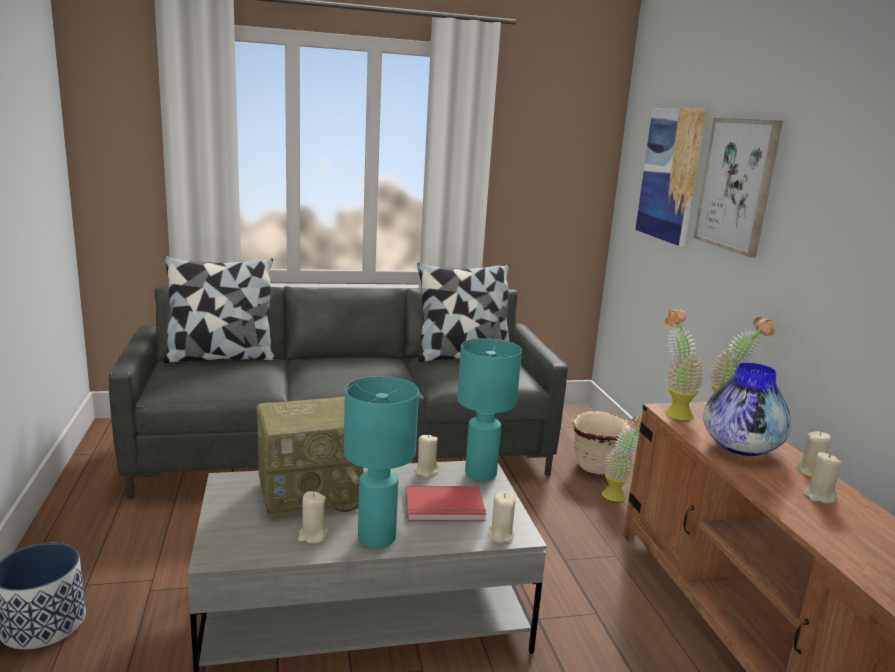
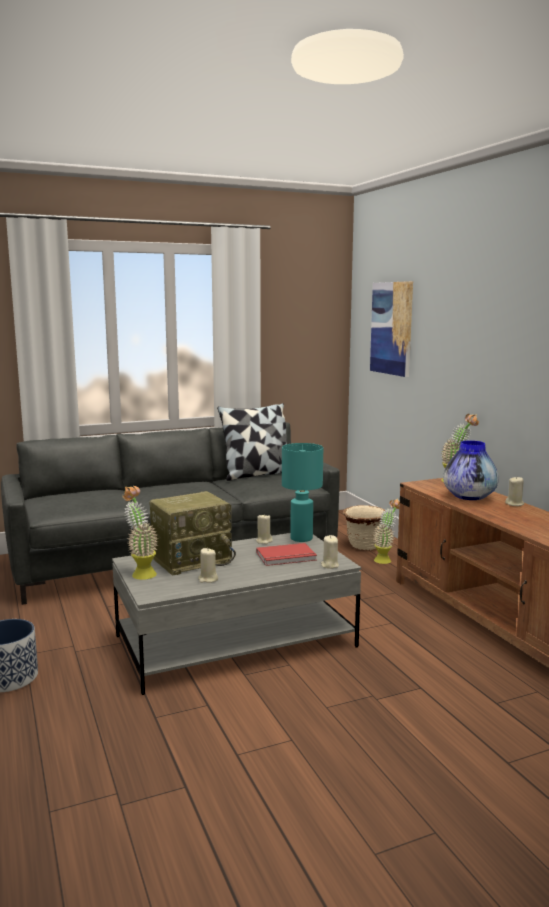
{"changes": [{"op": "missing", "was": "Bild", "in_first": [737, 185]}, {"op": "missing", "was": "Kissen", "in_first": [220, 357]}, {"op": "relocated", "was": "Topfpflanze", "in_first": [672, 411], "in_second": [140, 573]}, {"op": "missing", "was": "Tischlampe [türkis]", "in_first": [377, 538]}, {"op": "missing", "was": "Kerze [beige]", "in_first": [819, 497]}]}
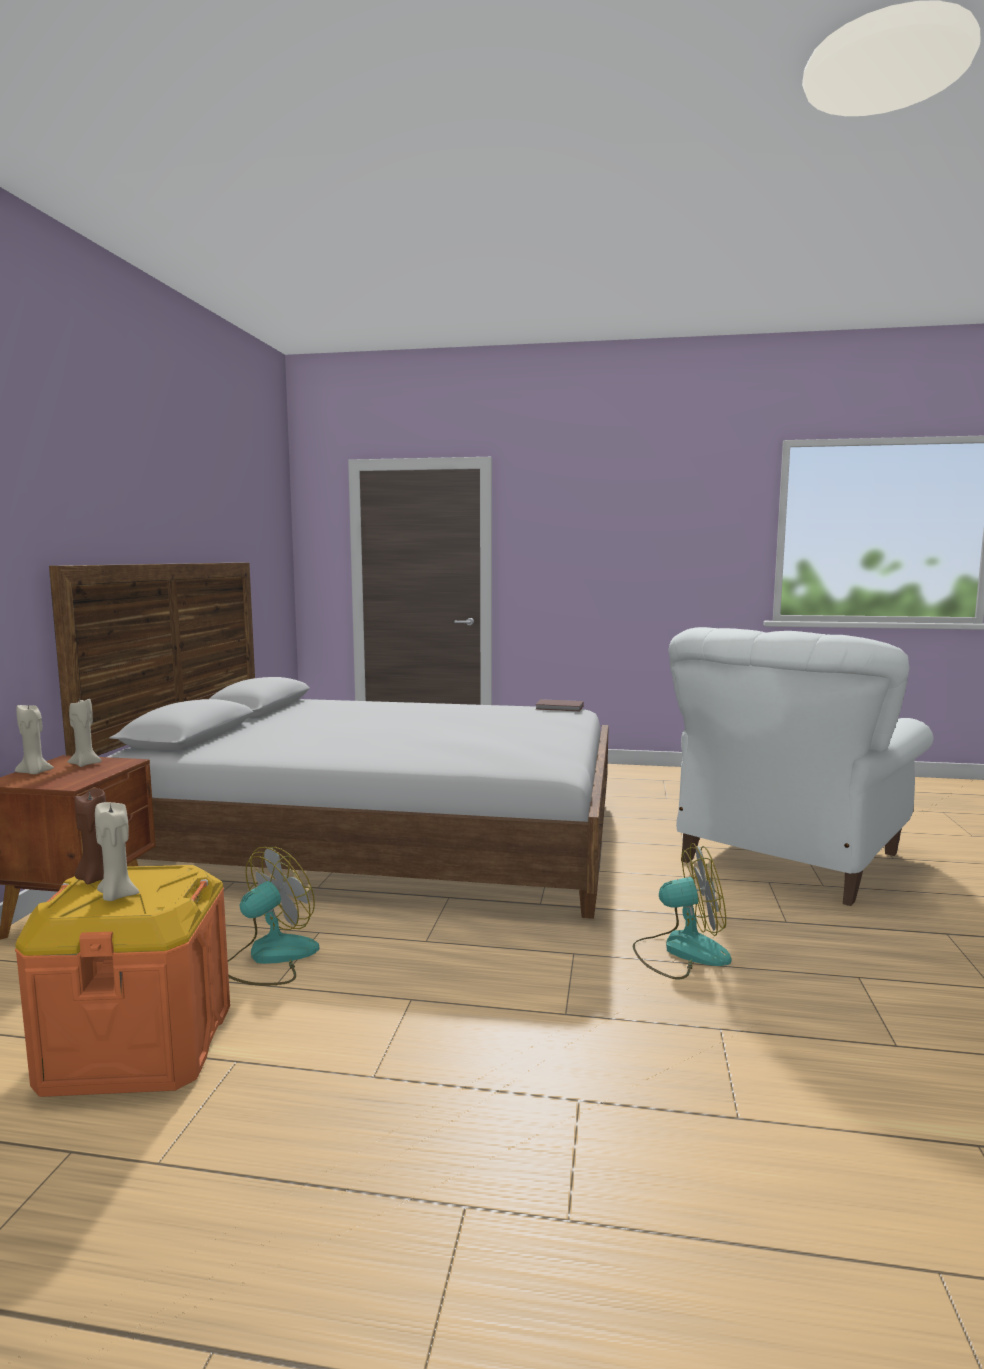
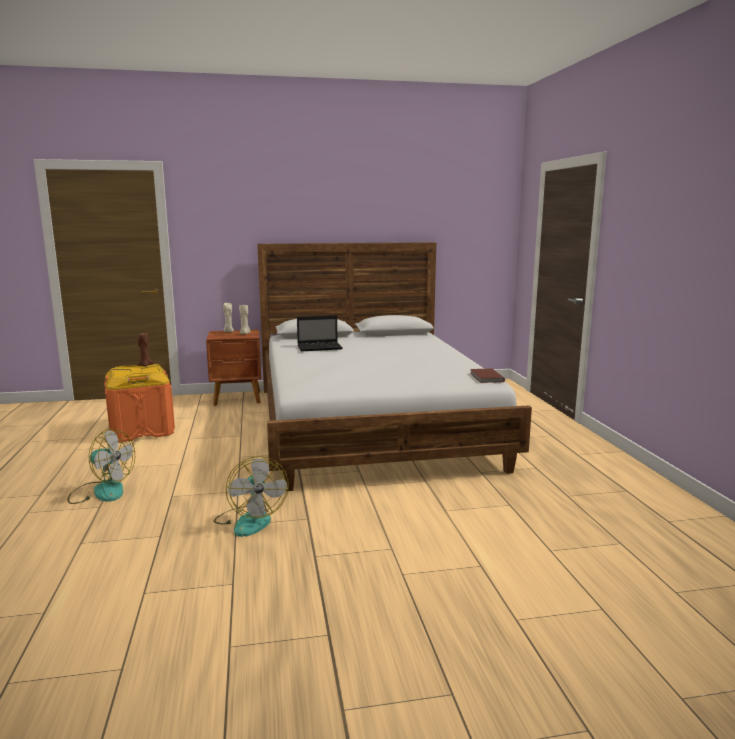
{"changes": [{"op": "missing", "was": "Sessel [weiß]", "in_first": [787, 859]}, {"op": "missing", "was": "Kerze [beige]", "in_first": [116, 896]}, {"op": "relocated", "was": "Ventilator", "in_first": [270, 958], "in_second": [101, 491]}, {"op": "appeared", "now": "Laptop", "in_second": [320, 347]}]}
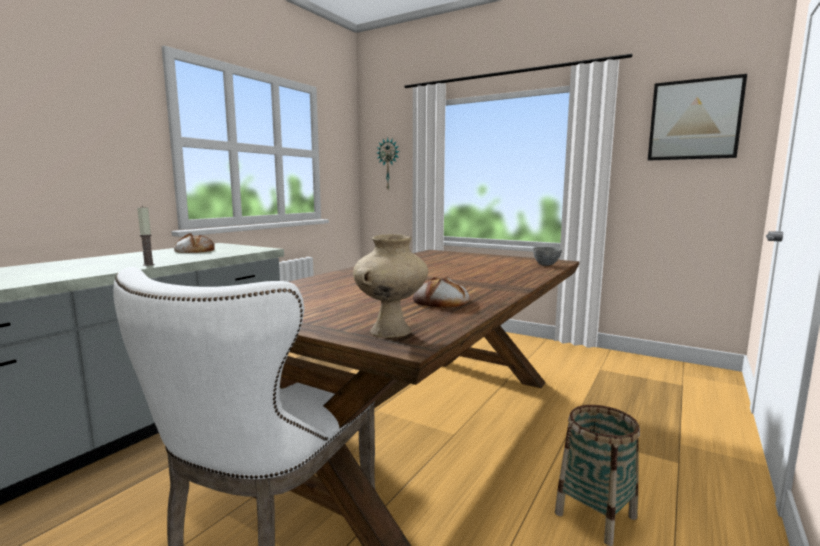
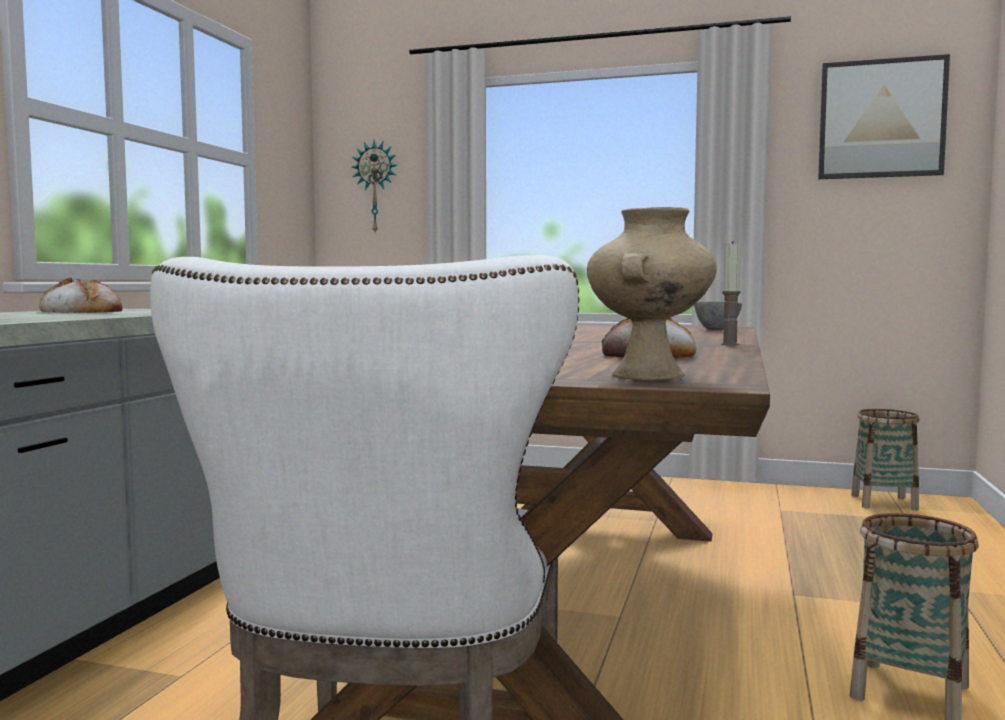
{"changes": [{"op": "relocated", "was": "Kerze", "in_first": [148, 264], "in_second": [729, 344]}, {"op": "appeared", "now": "Korb", "in_second": [884, 502]}]}
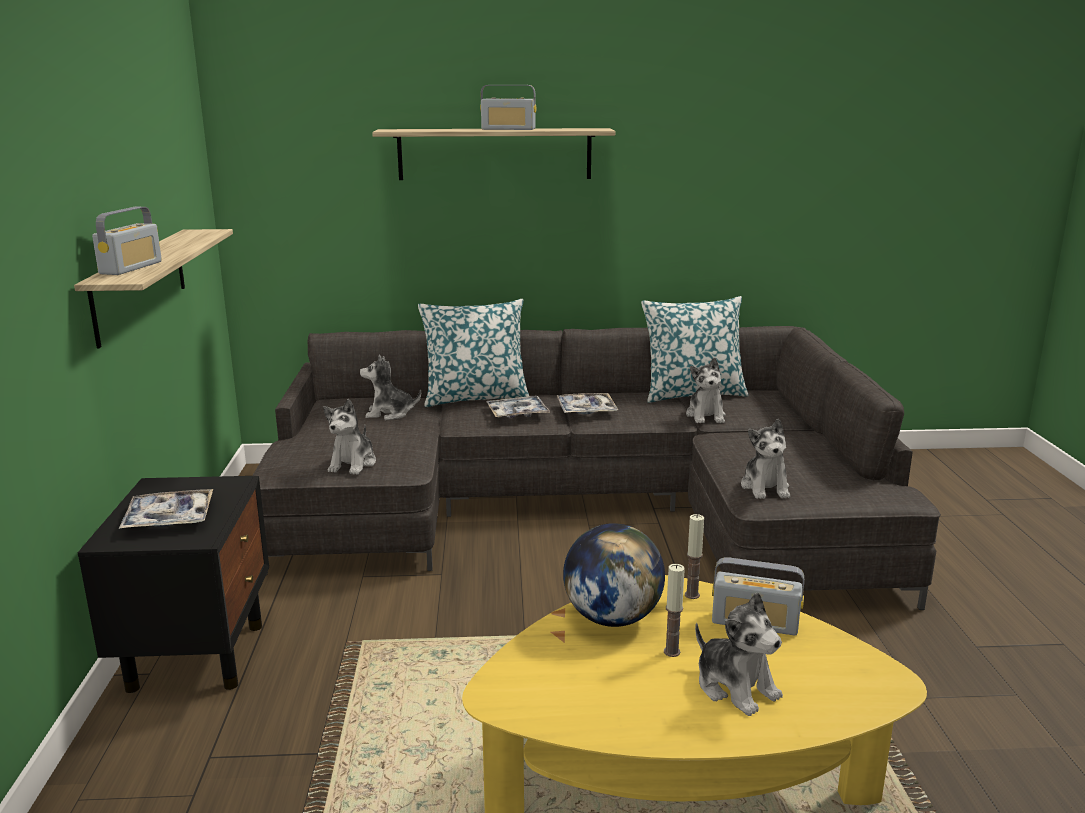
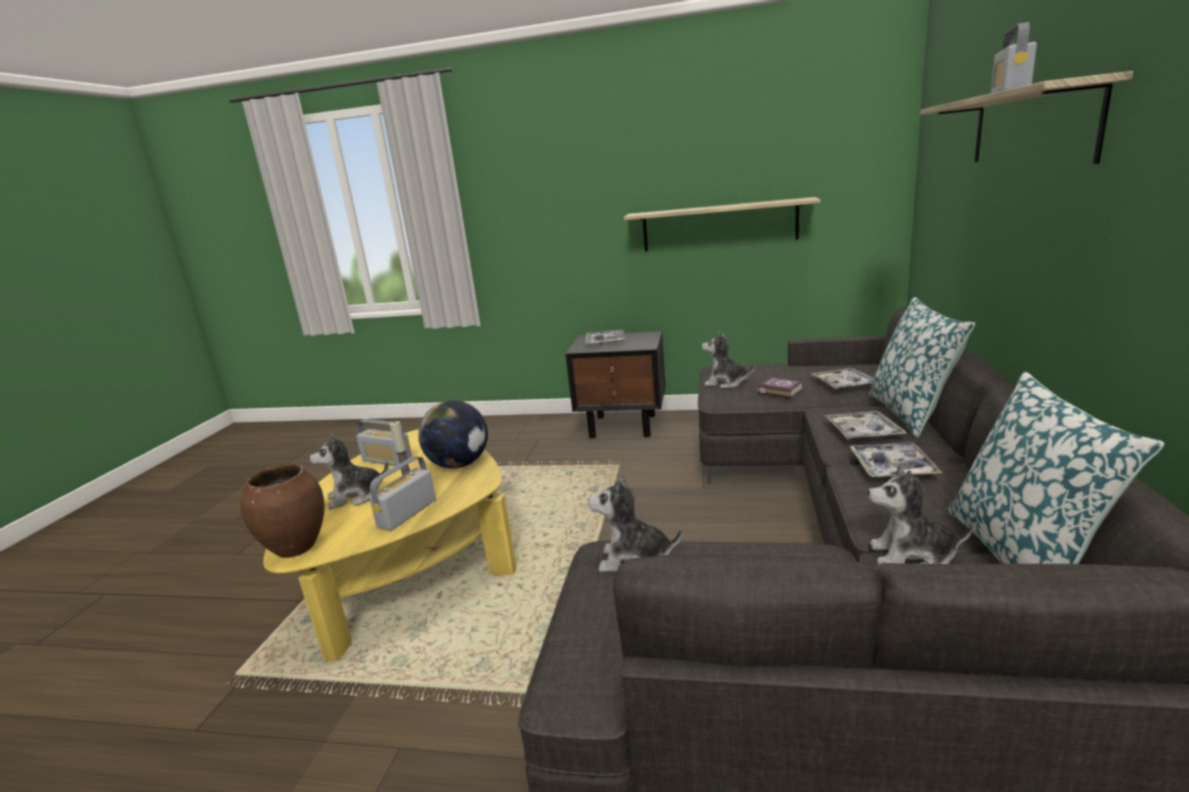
{"changes": [{"op": "relocated", "was": "Radio", "in_first": [131, 268], "in_second": [387, 460]}, {"op": "exchanged", "was": "Plüschtier", "now": "Tablett", "in_first": [389, 413], "in_second": [844, 384]}, {"op": "missing", "was": "Kerze", "in_first": [692, 595]}, {"op": "appeared", "now": "Buch", "in_second": [779, 391]}, {"op": "appeared", "now": "Vase [braun]", "in_second": [296, 547]}]}
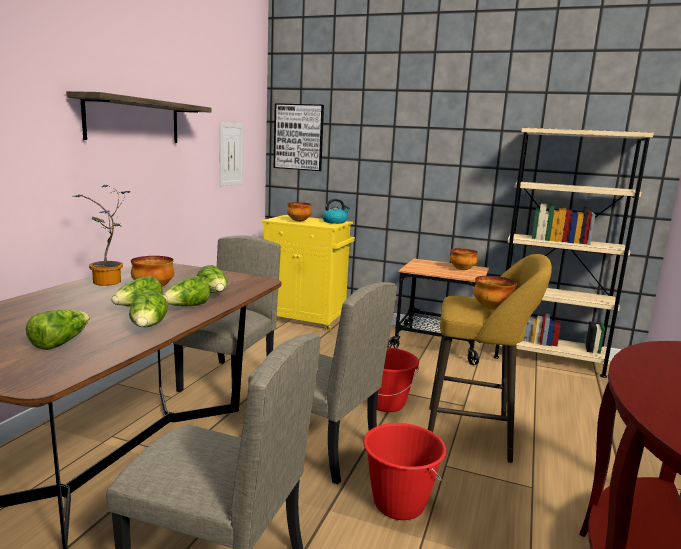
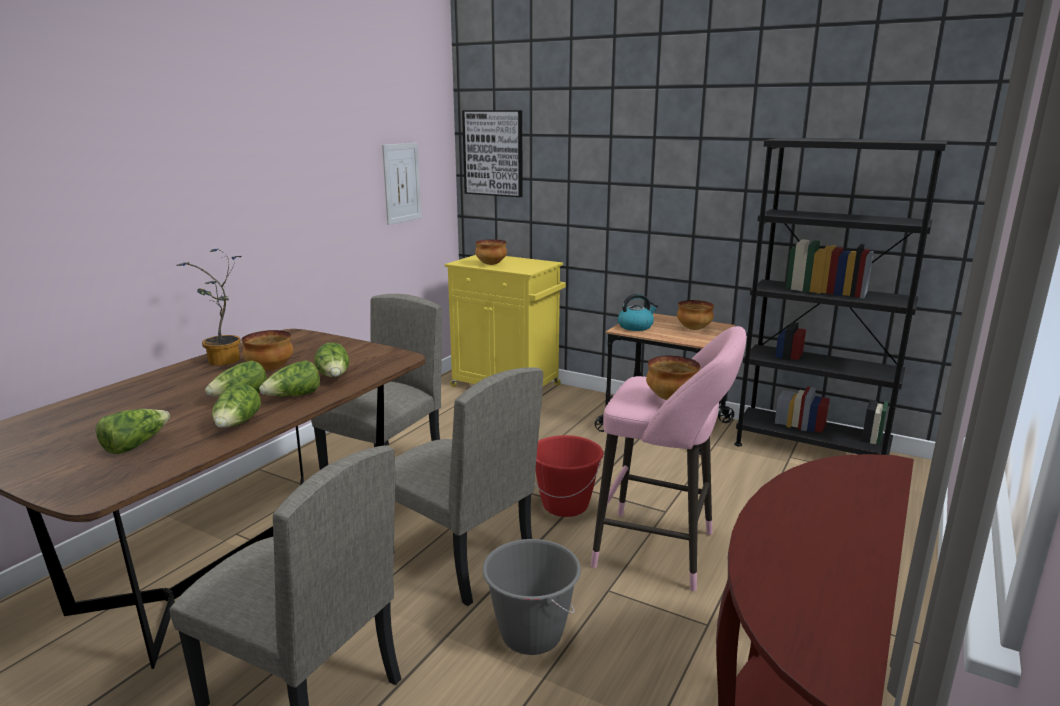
{"changes": [{"op": "missing", "was": "Wandregal", "in_first": [134, 121]}, {"op": "colour", "was": "Bücherregal [beige]", "now": "Bücherregal [schwarz]", "in_first": [547, 359], "in_second": [810, 448]}, {"op": "relocated", "was": "Wasserkessel", "in_first": [335, 222], "in_second": [636, 326]}, {"op": "colour", "was": "Hocker [gelb]", "now": "Hocker [rosa]", "in_first": [474, 434], "in_second": [662, 551]}, {"op": "colour", "was": "Eimer [rot]", "now": "Eimer [grau]", "in_first": [398, 504], "in_second": [531, 634]}]}
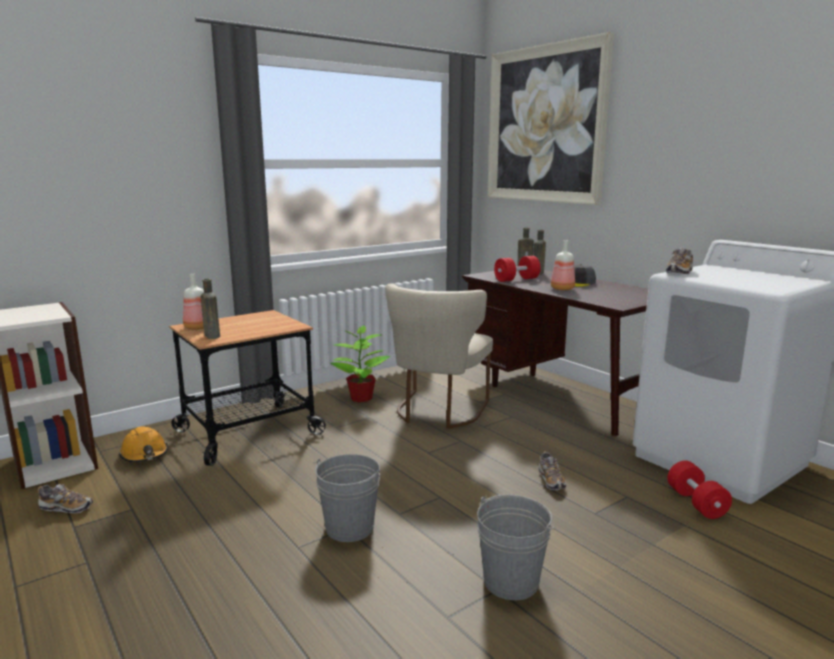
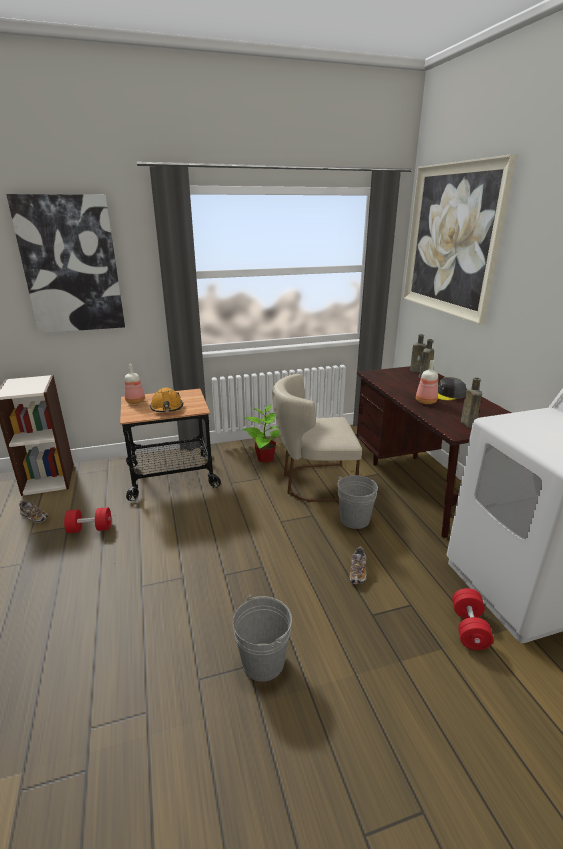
{"changes": [{"op": "missing", "was": "Schuh", "in_first": [679, 272]}, {"op": "relocated", "was": "Hantel [rot]", "in_first": [516, 280], "in_second": [90, 529]}, {"op": "relocated", "was": "Flasche [braun]", "in_first": [211, 335], "in_second": [467, 423]}, {"op": "spun", "was": "Stuhl [beige]", "in_first": [438, 412], "in_second": [313, 482], "clockwise": 45}, {"op": "relocated", "was": "Schutzhelm [orange]", "in_first": [144, 454], "in_second": [167, 408]}, {"op": "relocated", "was": "Eimer [grau]", "in_first": [349, 528], "in_second": [354, 519]}, {"op": "appeared", "now": "Bild", "in_second": [71, 265]}]}
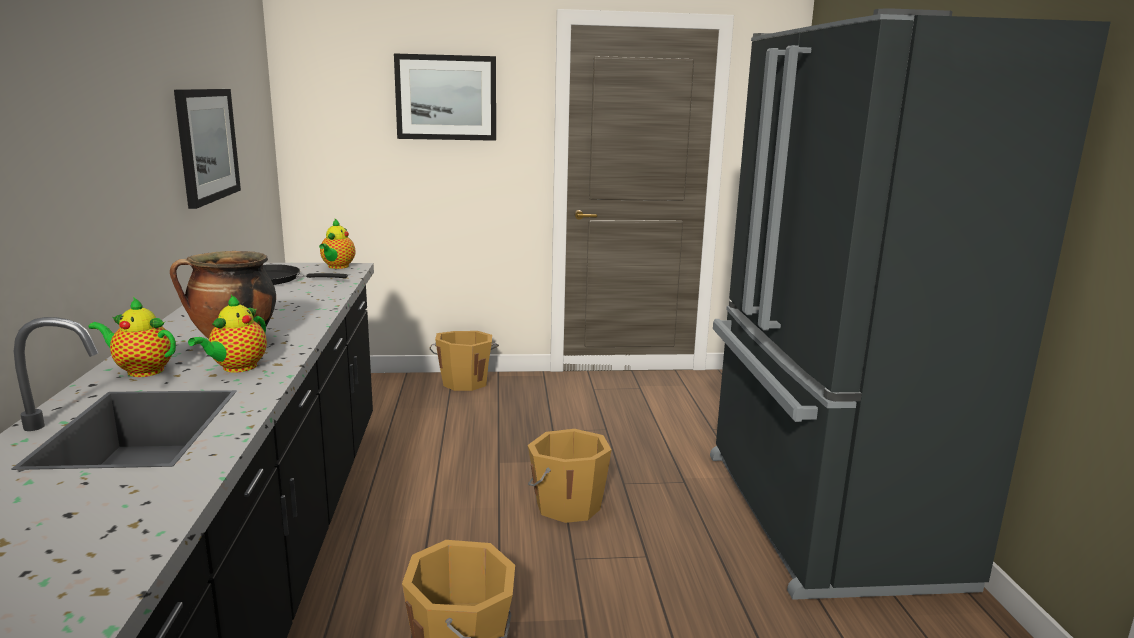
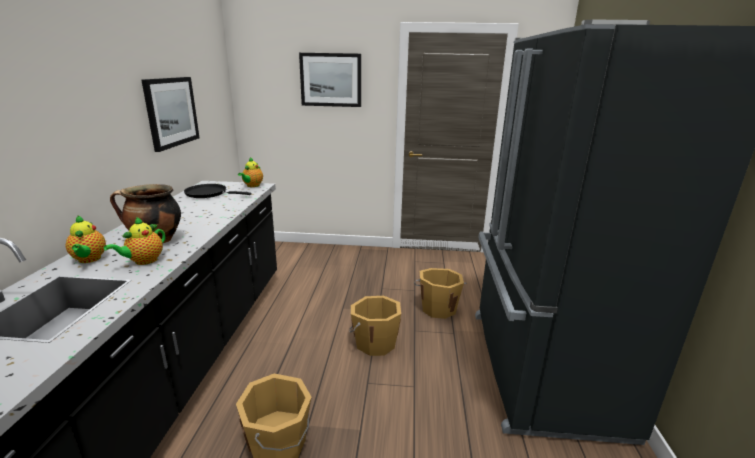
{"changes": [{"op": "spun", "was": "Teekanne", "in_first": [142, 371], "in_second": [89, 260], "clockwise": -135}, {"op": "relocated", "was": "Eimer [orange]", "in_first": [465, 382], "in_second": [438, 308]}]}
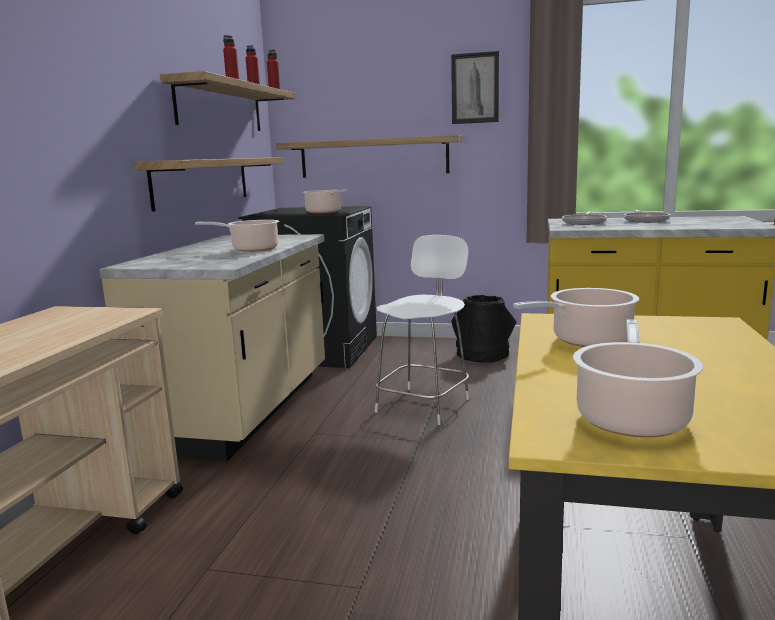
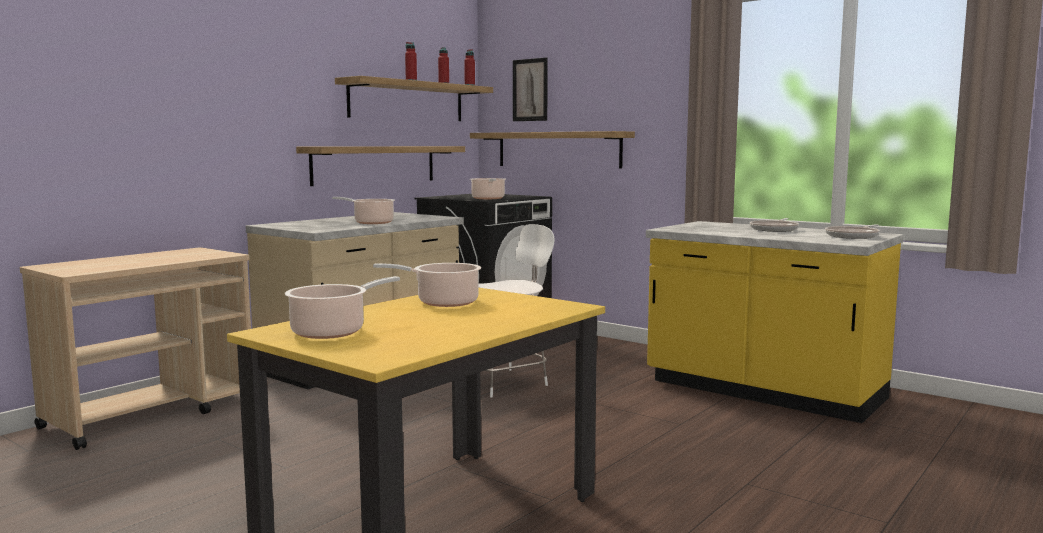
{"changes": [{"op": "relocated", "was": "Bild", "in_first": [475, 88], "in_second": [530, 90]}, {"op": "relocated", "was": "Pfanne", "in_first": [584, 222], "in_second": [853, 236]}, {"op": "missing", "was": "Eimer [schwarz]", "in_first": [483, 355]}]}
